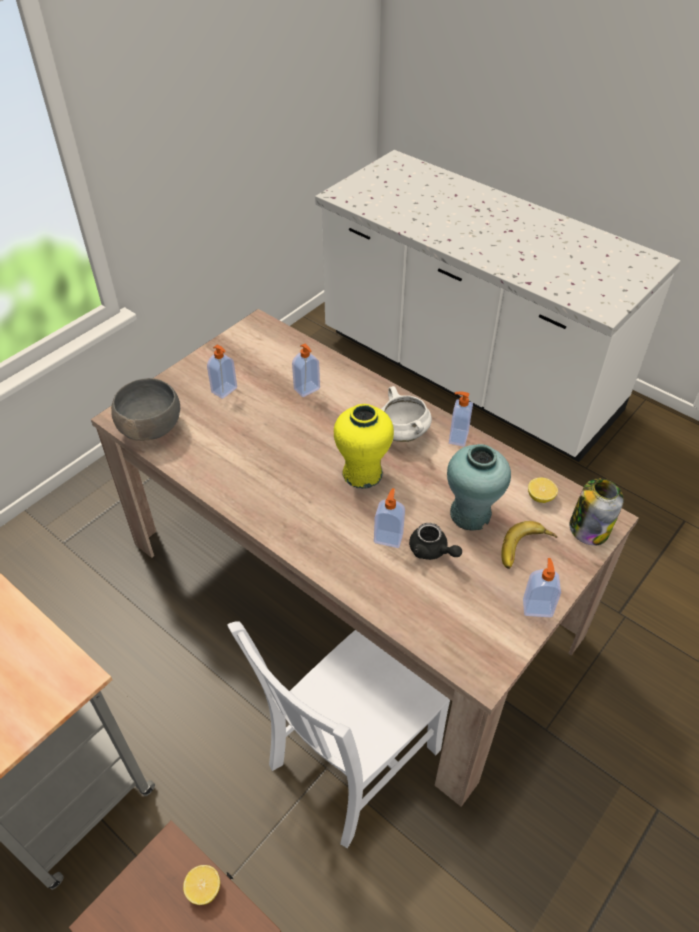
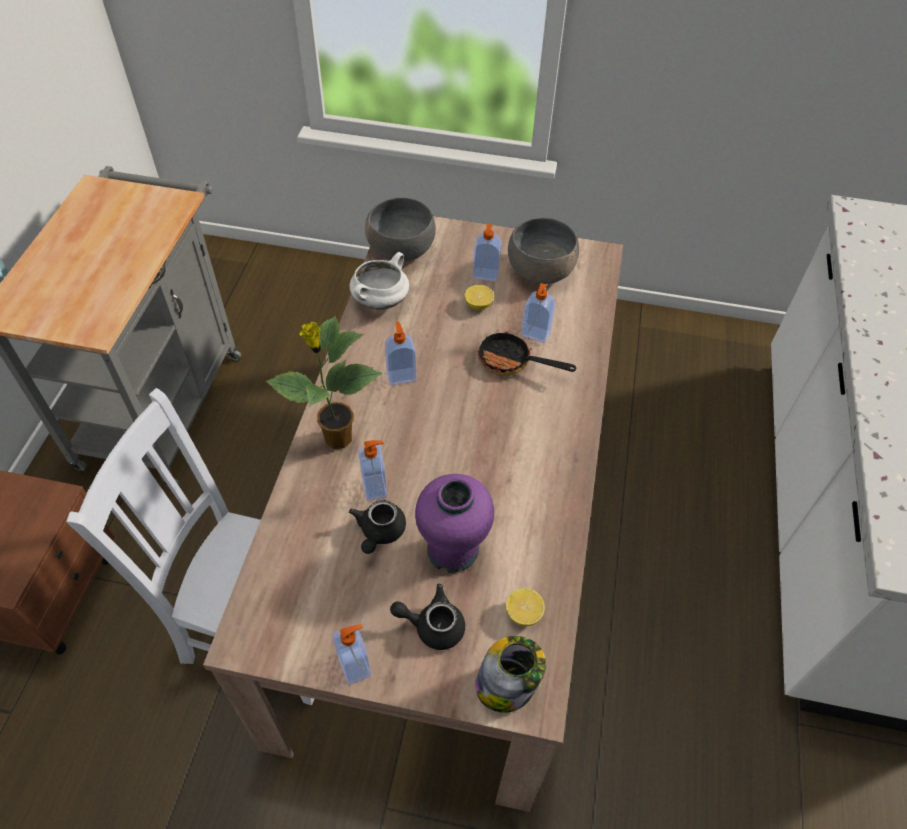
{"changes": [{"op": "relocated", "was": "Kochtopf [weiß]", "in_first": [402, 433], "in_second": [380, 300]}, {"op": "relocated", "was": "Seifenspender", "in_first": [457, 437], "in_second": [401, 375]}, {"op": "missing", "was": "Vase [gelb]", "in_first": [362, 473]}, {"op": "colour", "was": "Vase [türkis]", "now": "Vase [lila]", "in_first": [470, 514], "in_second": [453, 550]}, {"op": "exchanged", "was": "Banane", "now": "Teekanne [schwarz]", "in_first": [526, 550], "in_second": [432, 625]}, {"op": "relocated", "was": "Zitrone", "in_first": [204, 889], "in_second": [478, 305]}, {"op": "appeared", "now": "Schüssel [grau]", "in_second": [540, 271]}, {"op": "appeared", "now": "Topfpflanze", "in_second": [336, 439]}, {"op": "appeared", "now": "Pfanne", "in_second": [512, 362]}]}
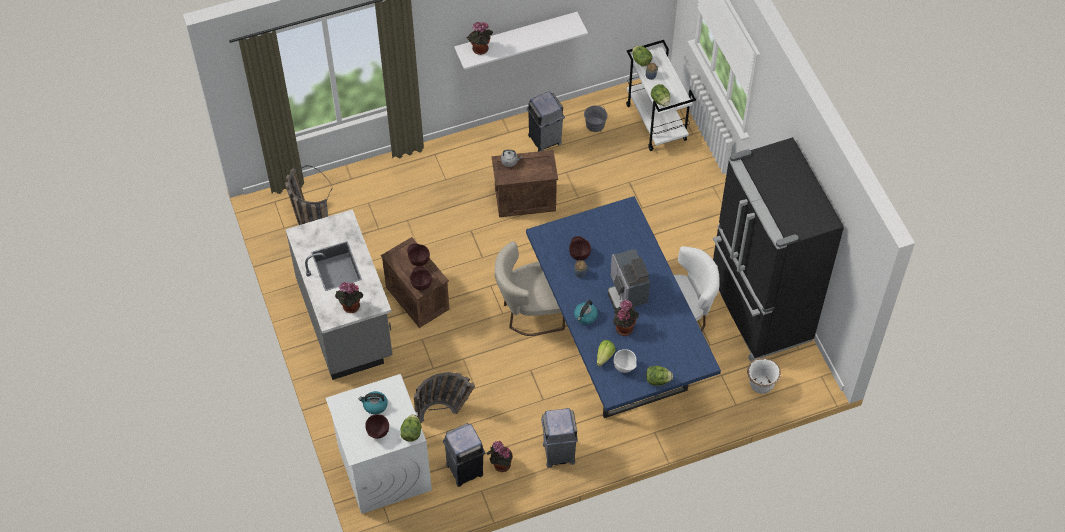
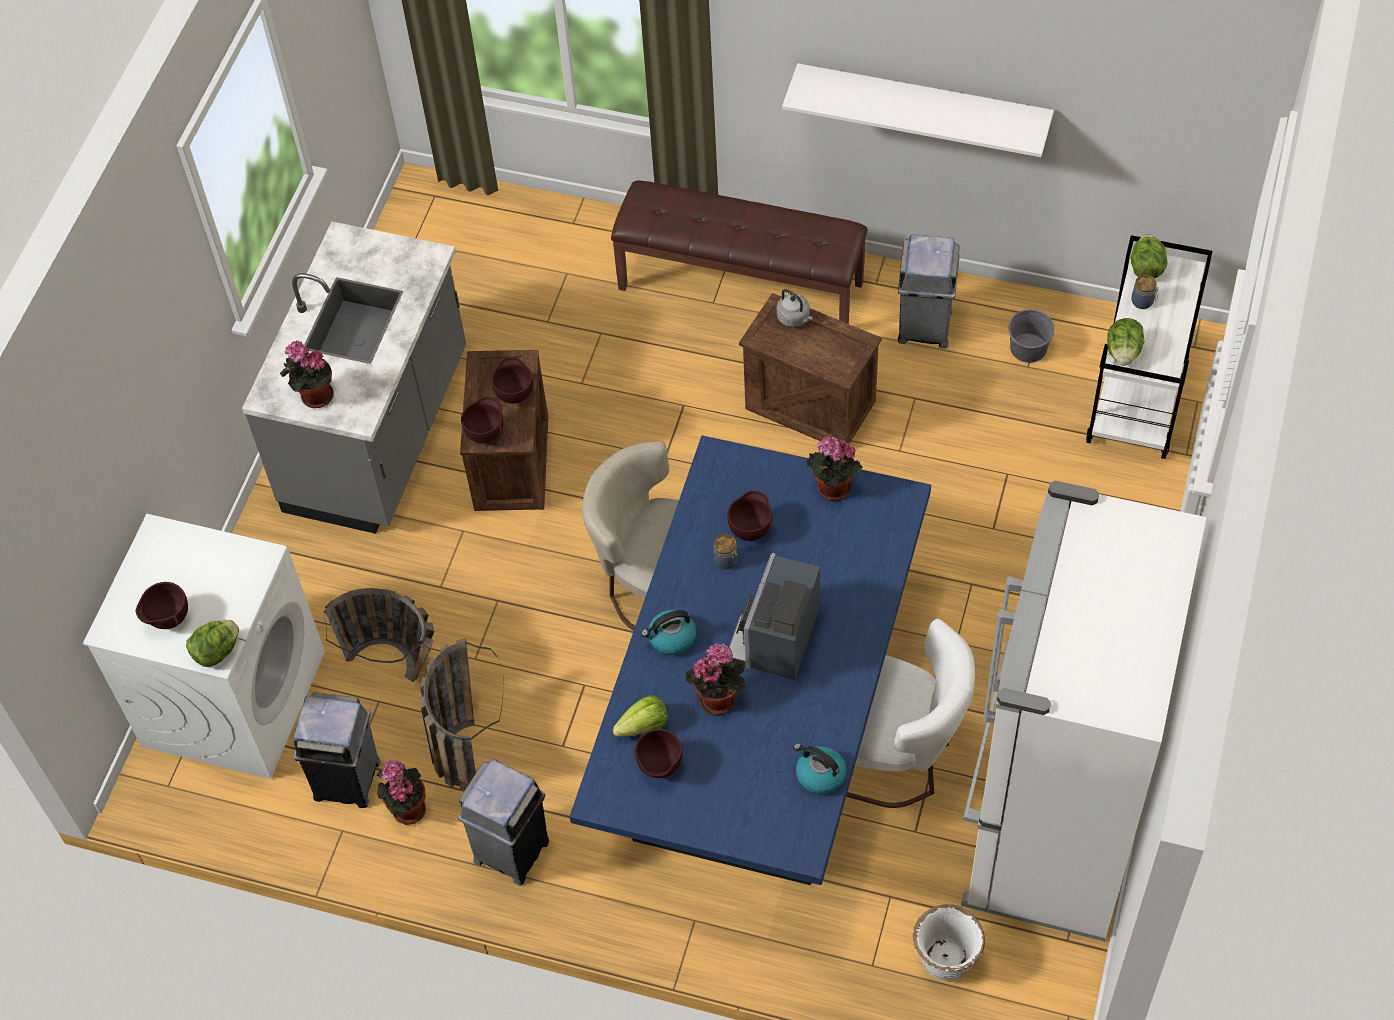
{"changes": [{"op": "relocated", "was": "Topfpflanze", "in_first": [480, 50], "in_second": [831, 490]}, {"op": "colour", "was": "Kühlschrank [schwarz]", "now": "Kühlschrank [weiß]", "in_first": [758, 311], "in_second": [1049, 826]}, {"op": "relocated", "was": "Korb", "in_first": [308, 218], "in_second": [462, 741]}, {"op": "colour", "was": "Schüssel [weiß]", "now": "Schüssel [braun]", "in_first": [625, 368], "in_second": [659, 768]}, {"op": "missing", "was": "Salatkopf", "in_first": [657, 380]}, {"op": "relocated", "was": "Wasserkessel", "in_first": [375, 405], "in_second": [819, 774]}, {"op": "appeared", "now": "Bank [braun]", "in_second": [741, 285]}]}
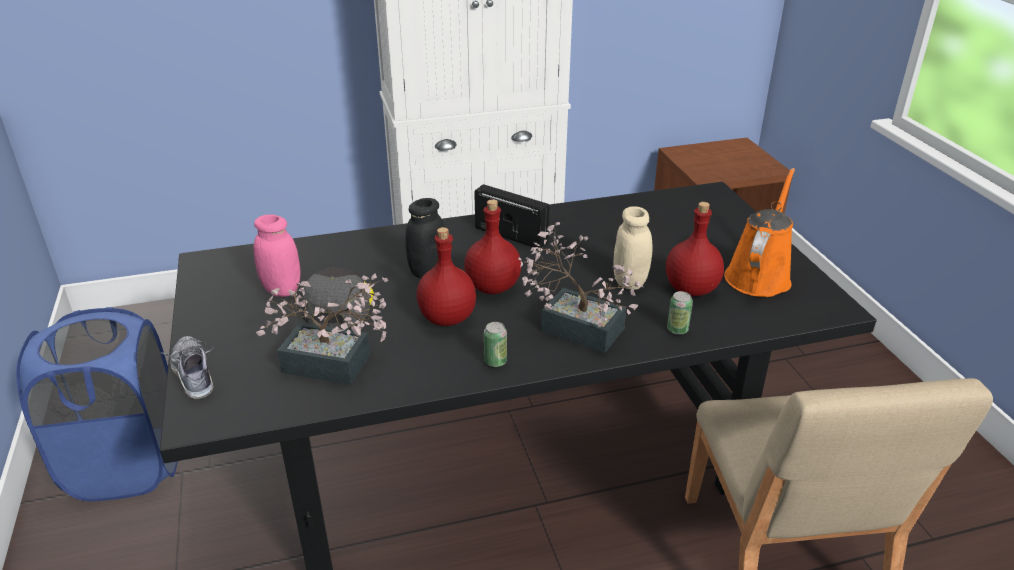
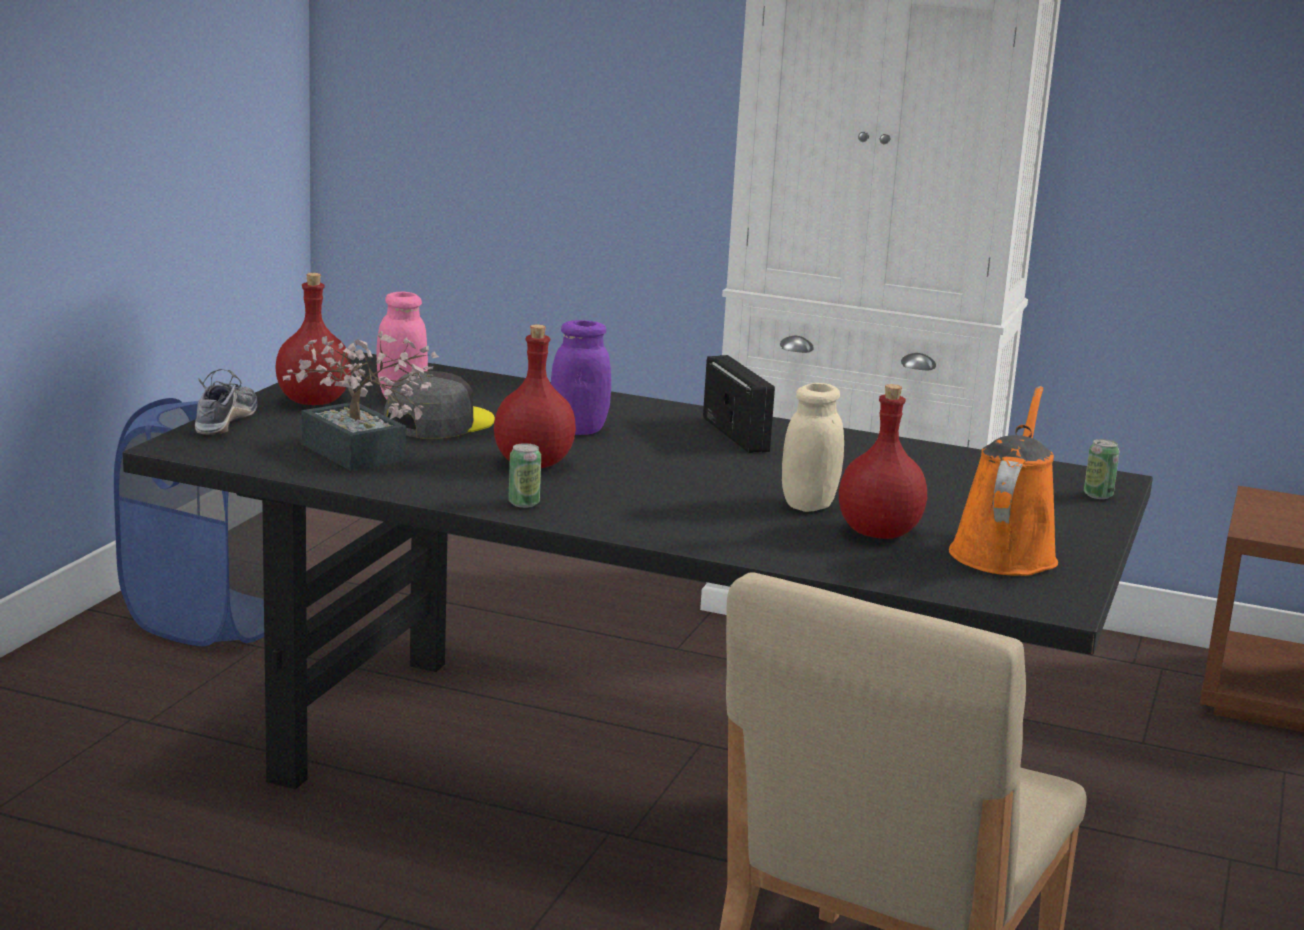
{"changes": [{"op": "spun", "was": "Gießkanne [orange]", "in_first": [759, 275], "in_second": [1004, 552], "clockwise": -45}, {"op": "colour", "was": "Vorratsglas [schwarz]", "now": "Vorratsglas [lila]", "in_first": [427, 271], "in_second": [579, 430]}, {"op": "relocated", "was": "Flasche [rot]", "in_first": [494, 287], "in_second": [315, 402]}, {"op": "missing", "was": "Topfpflanze", "in_first": [574, 326]}, {"op": "relocated", "was": "Dose", "in_first": [677, 329], "in_second": [1098, 495]}]}
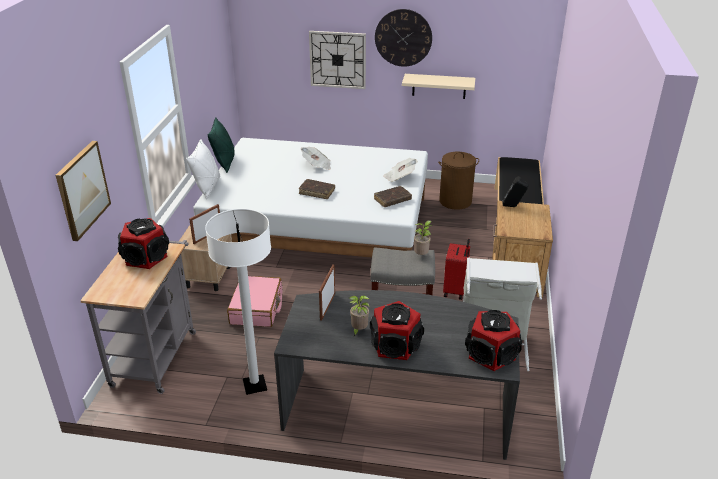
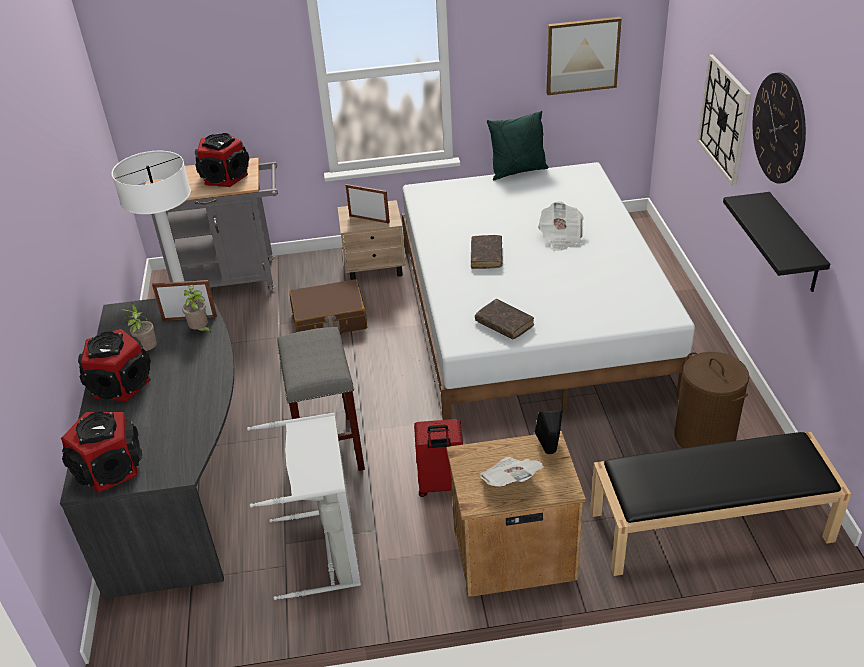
{"changes": [{"op": "colour", "was": "Wandregal [beige]", "now": "Wandregal [schwarz]", "in_first": [439, 86], "in_second": [794, 244]}, {"op": "missing", "was": "Kissen [weiß]", "in_first": [207, 187]}, {"op": "relocated", "was": "Bild", "in_first": [82, 190], "in_second": [582, 55]}, {"op": "relocated", "was": "Zeitung", "in_first": [399, 177], "in_second": [510, 482]}, {"op": "relocated", "was": "Topfpflanze", "in_first": [422, 255], "in_second": [201, 330]}, {"op": "colour", "was": "Koffer [rosa]", "now": "Koffer [braun]", "in_first": [257, 308], "in_second": [329, 319]}]}
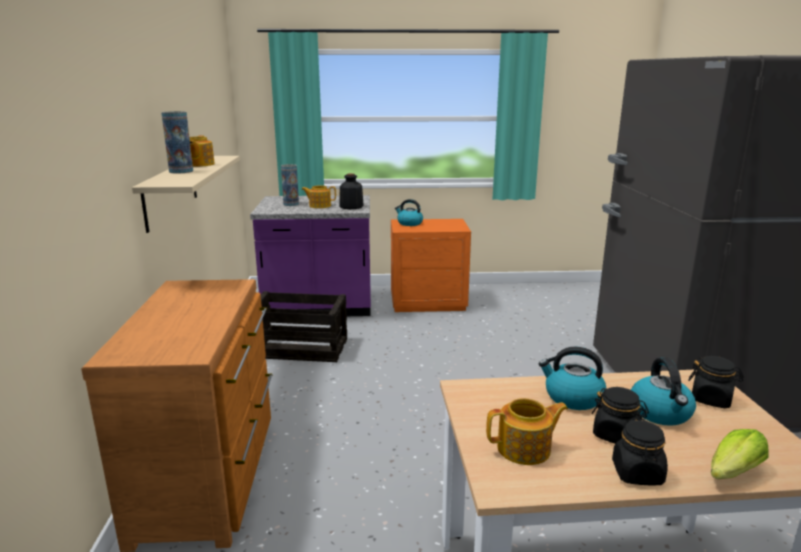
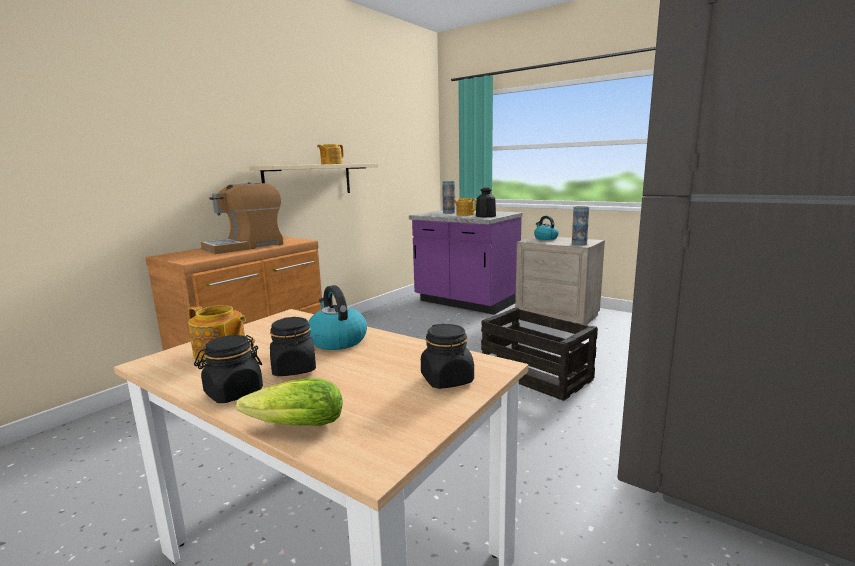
{"changes": [{"op": "relocated", "was": "Vase", "in_first": [181, 171], "in_second": [579, 244]}, {"op": "colour", "was": "Nachttisch [orange]", "now": "Nachttisch [beige]", "in_first": [428, 302], "in_second": [557, 315]}, {"op": "relocated", "was": "Kiste", "in_first": [299, 348], "in_second": [535, 374]}, {"op": "missing", "was": "Wasserkessel", "in_first": [661, 413]}, {"op": "appeared", "now": "Kaffeemaschine", "in_second": [245, 246]}]}
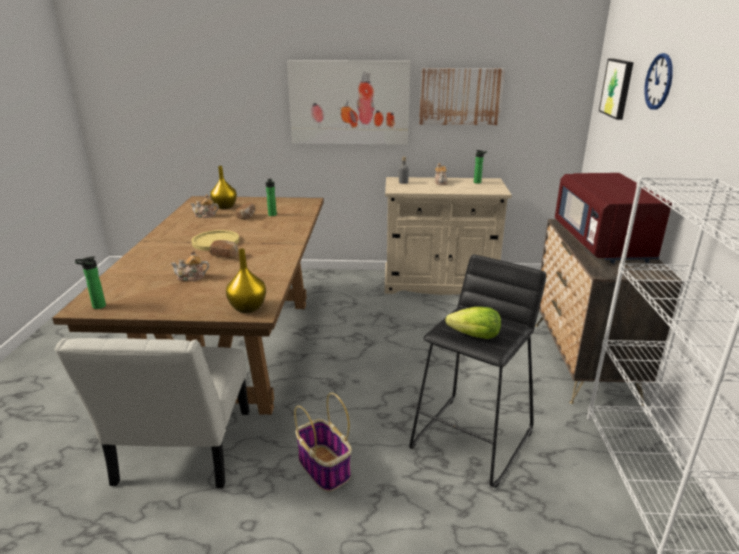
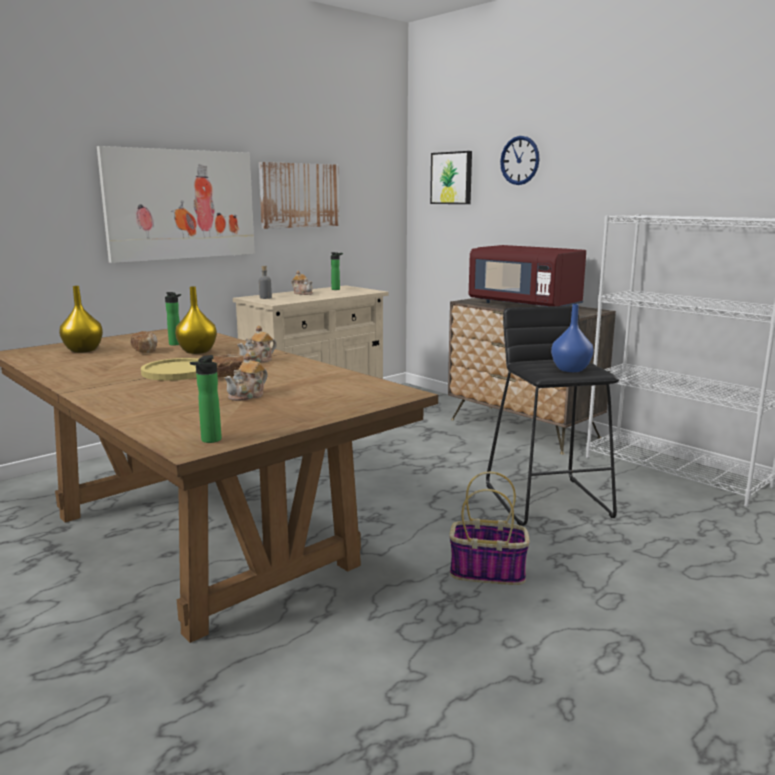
{"changes": [{"op": "relocated", "was": "Teekanne", "in_first": [205, 215], "in_second": [258, 360]}, {"op": "relocated", "was": "Vase [gelb]", "in_first": [247, 308], "in_second": [197, 351]}, {"op": "exchanged", "was": "Salatkopf", "now": "Vase [blau]", "in_first": [475, 336], "in_second": [571, 369]}, {"op": "missing", "was": "Stuhl [weiß]", "in_first": [182, 452]}]}
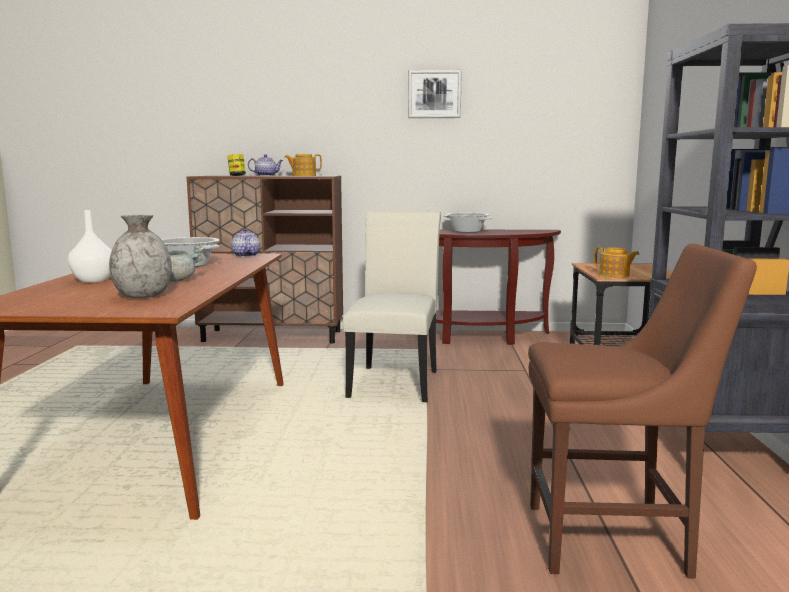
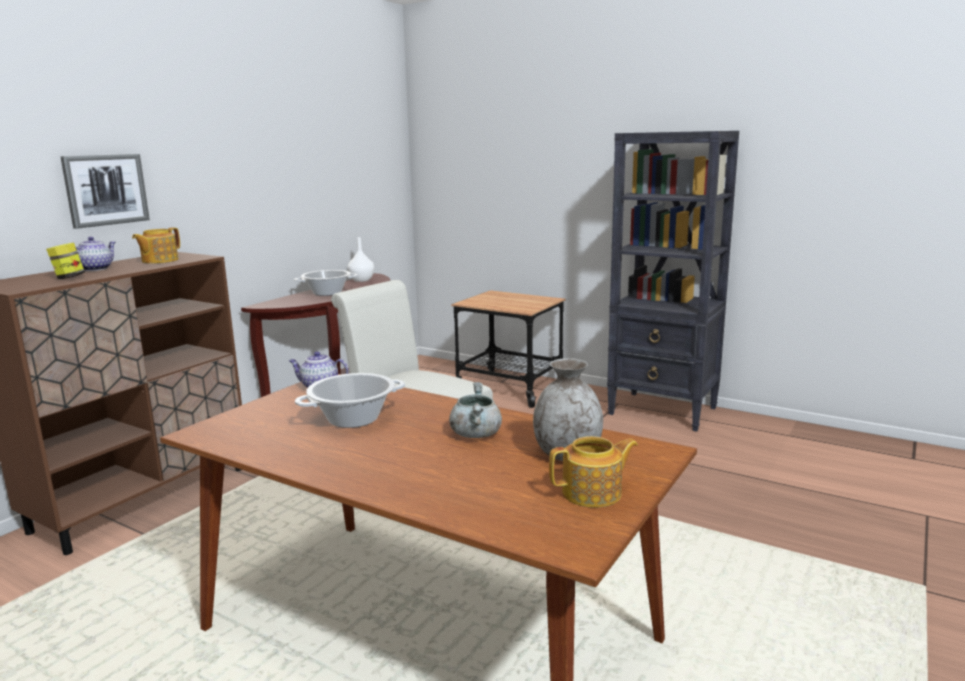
{"changes": [{"op": "relocated", "was": "Bild", "in_first": [434, 94], "in_second": [105, 190]}, {"op": "relocated", "was": "Vase [weiß]", "in_first": [94, 280], "in_second": [362, 280]}, {"op": "missing", "was": "Stuhl [braun]", "in_first": [615, 540]}, {"op": "relocated", "was": "Teekanne", "in_first": [614, 275], "in_second": [593, 493]}]}
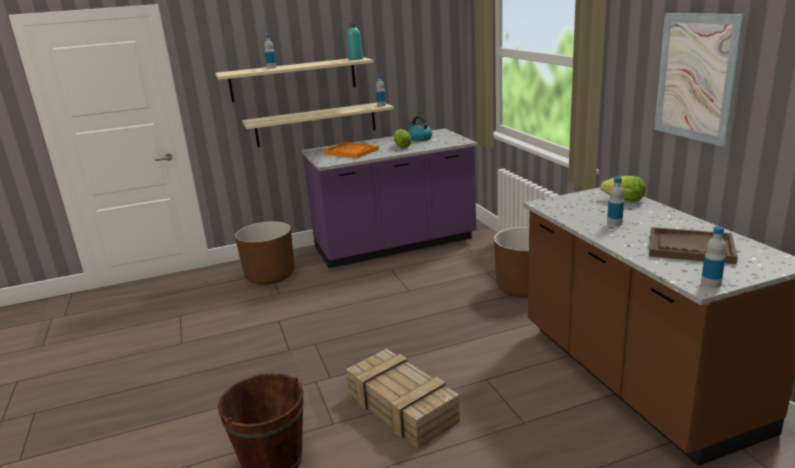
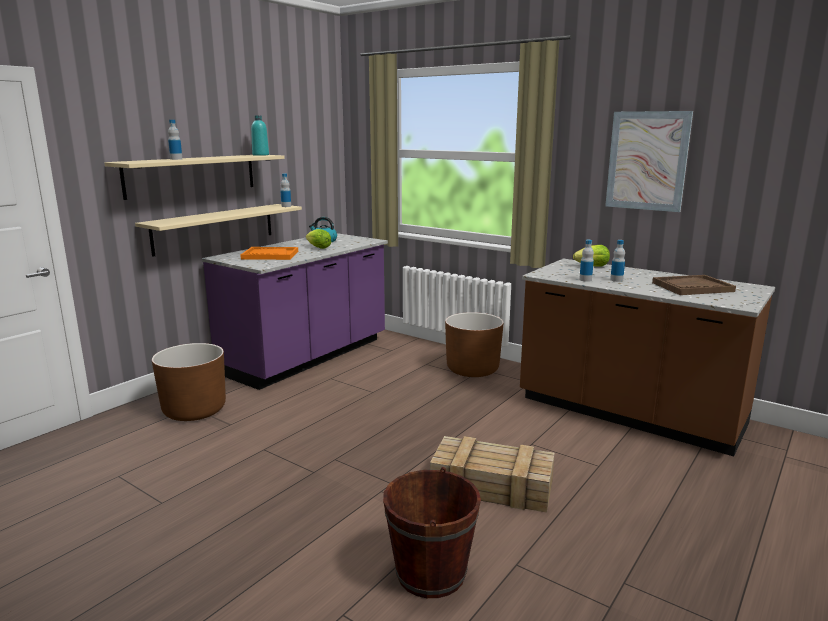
{"changes": [{"op": "relocated", "was": "Flasche", "in_first": [711, 284], "in_second": [585, 280]}]}
